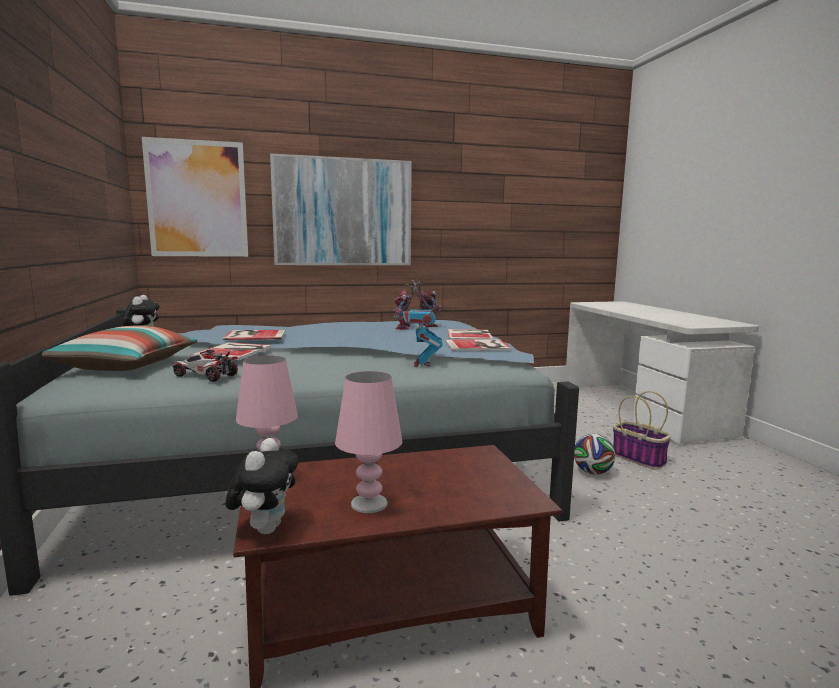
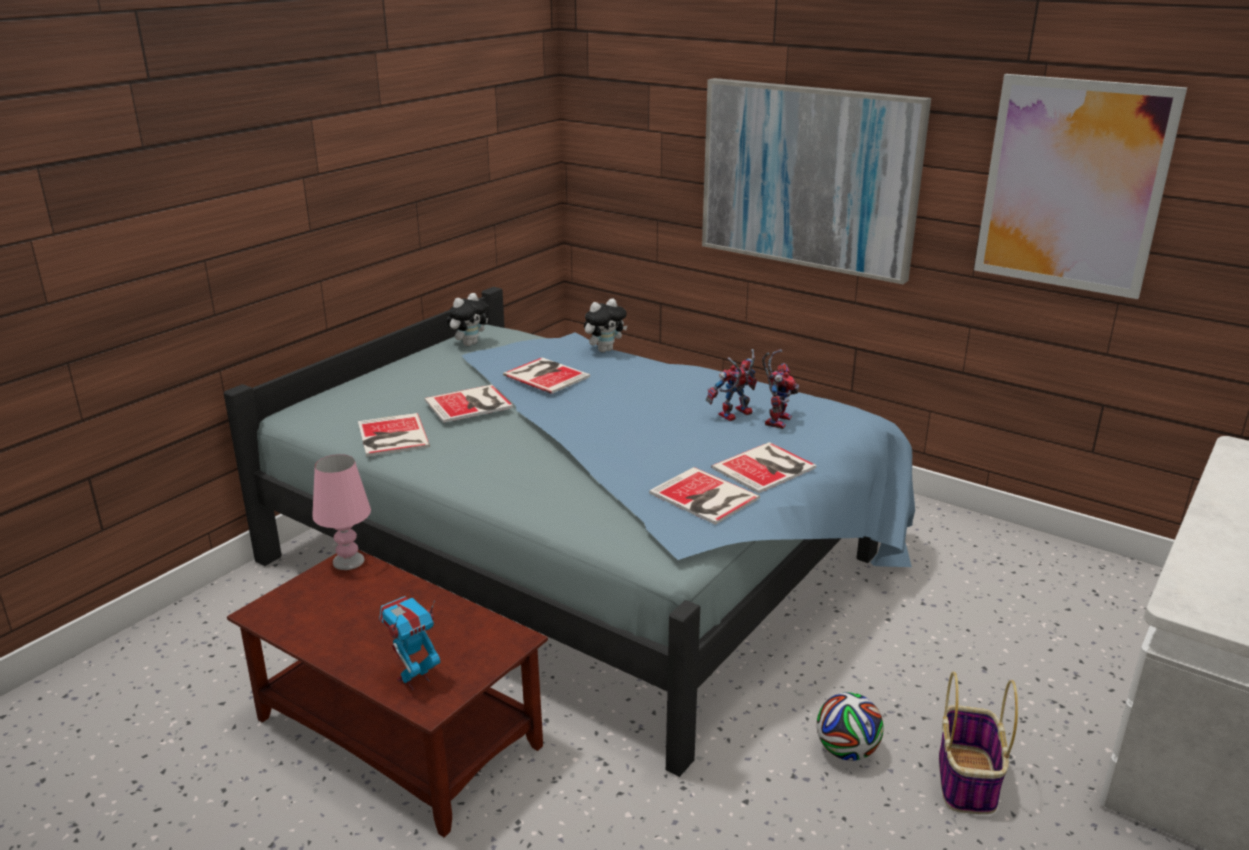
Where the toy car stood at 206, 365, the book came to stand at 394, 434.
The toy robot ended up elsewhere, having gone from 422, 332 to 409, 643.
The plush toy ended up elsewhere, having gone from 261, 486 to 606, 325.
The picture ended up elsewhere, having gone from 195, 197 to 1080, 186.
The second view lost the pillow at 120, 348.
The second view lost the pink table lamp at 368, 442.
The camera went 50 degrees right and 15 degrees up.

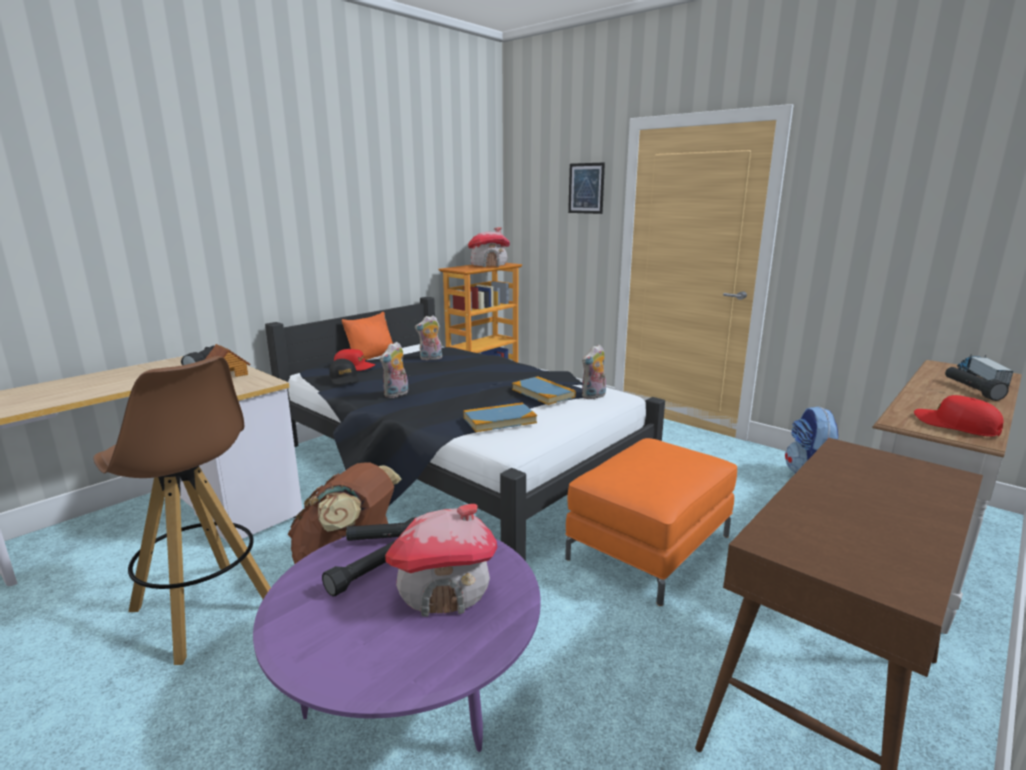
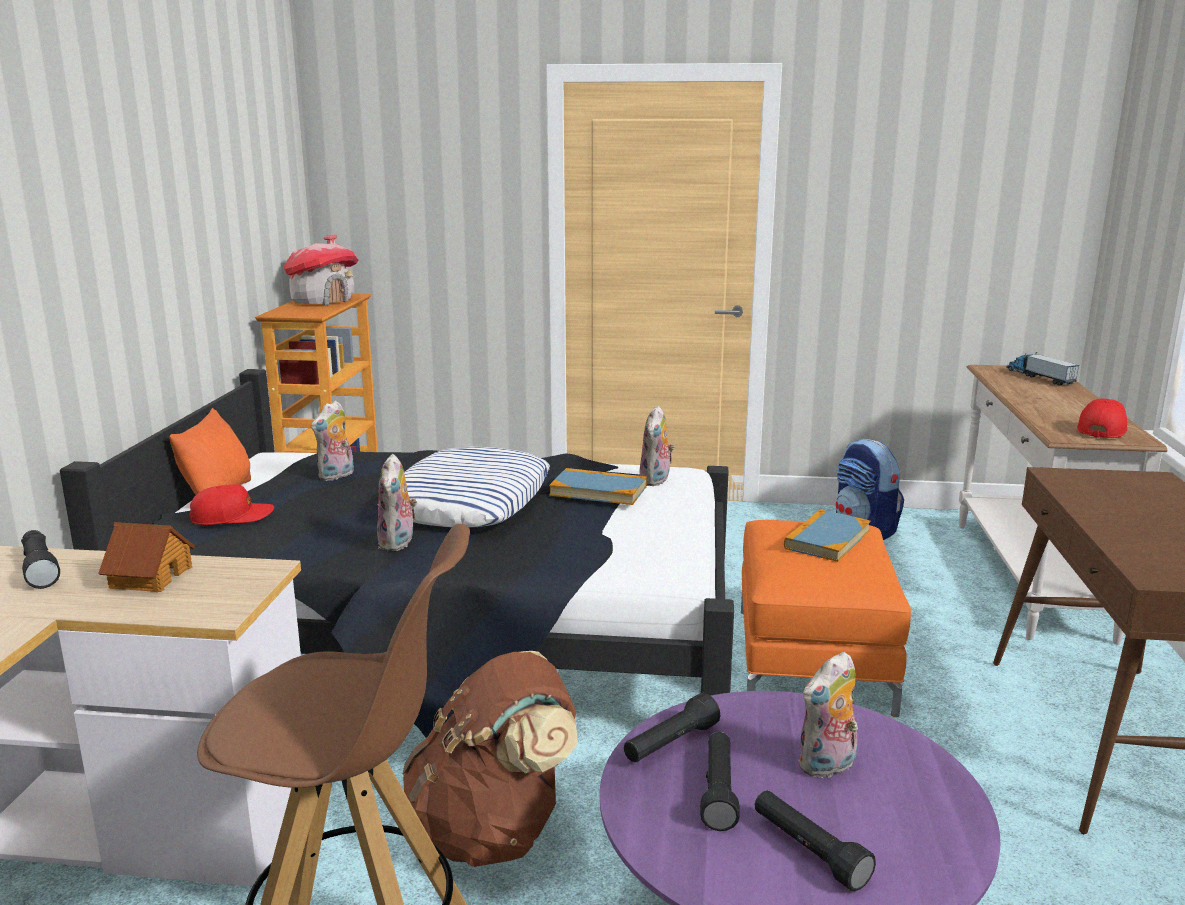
The second view gained the pillow at 477, 487.
The black flashlight ended up elsewhere, having gone from 977, 384 to 815, 840.
The book ended up elsewhere, having gone from 500, 417 to 827, 535.
Where the toy house stood at 441, 560, the plush toy came to stand at 828, 715.
The red cap at 958, 415 ended up facing another way, 105 degrees clockwise from before.
The second view lost the black cap at 344, 372.
The second view lost the picture at 586, 188.
The camera went 35 degrees left and 0 degrees up.

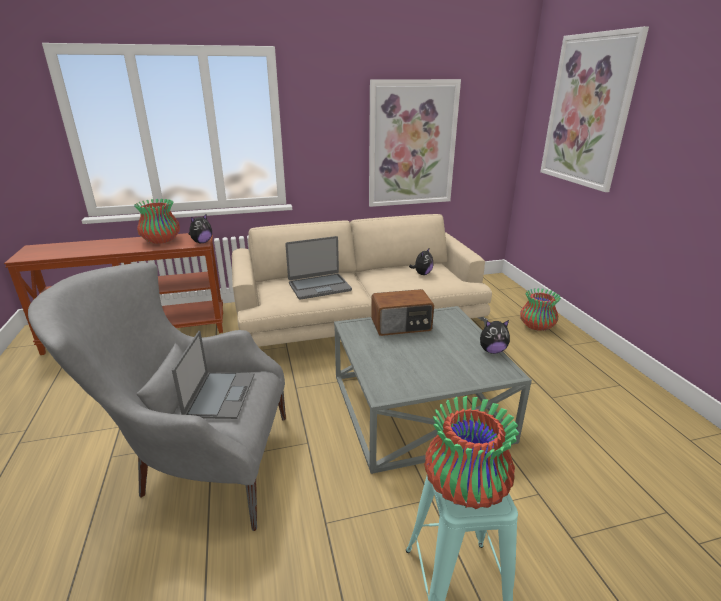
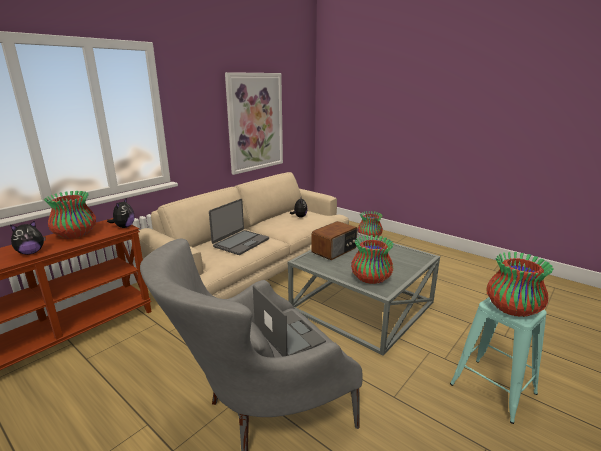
The plush toy ended up elsewhere, having gone from 495, 337 to 28, 237.
The second view gained the vase at 372, 259.
The second view lost the picture at 594, 109.
The camera went 35 degrees left and 5 degrees down.

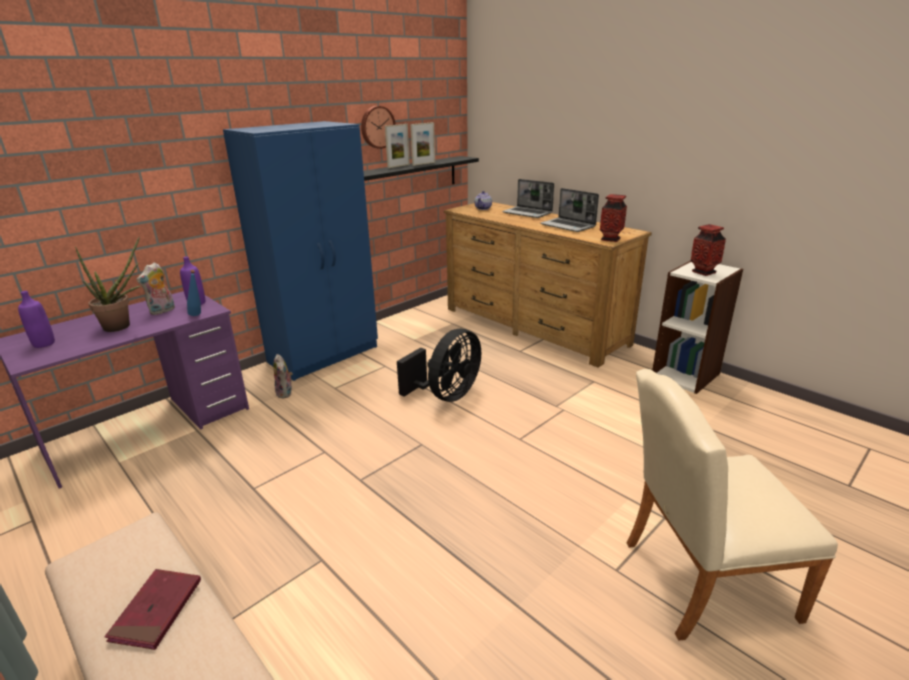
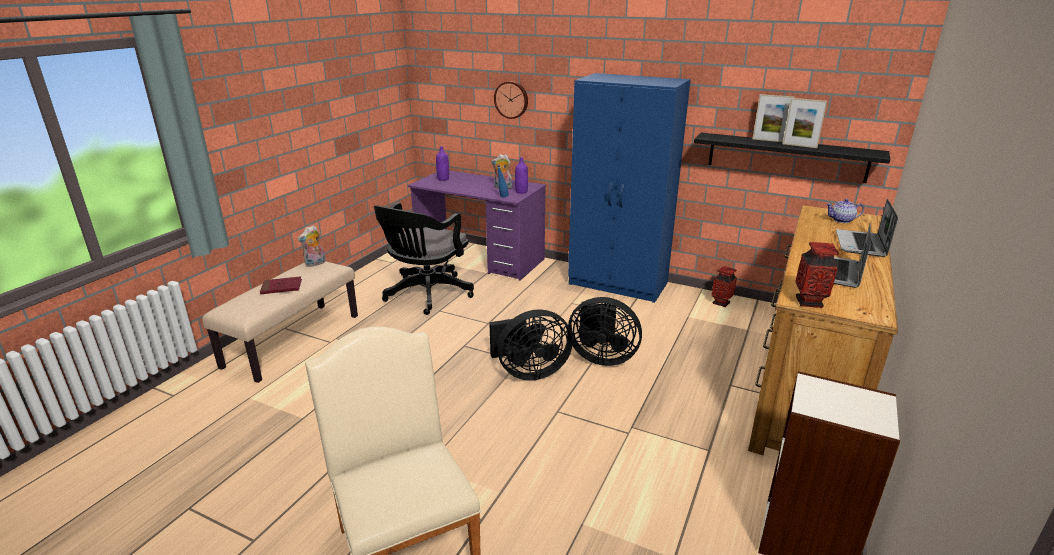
The plush toy ended up elsewhere, having gone from 283, 376 to 311, 246.
The second view gained the black office chair at 424, 259.
The second view gained the black fan at 531, 345.
The wall clock ended up elsewhere, having gone from 378, 127 to 511, 100.
The vase ended up elsewhere, having gone from 708, 250 to 724, 286.
The second view lost the potted plant at 107, 284.
The camera went 70 degrees right and 0 degrees up.

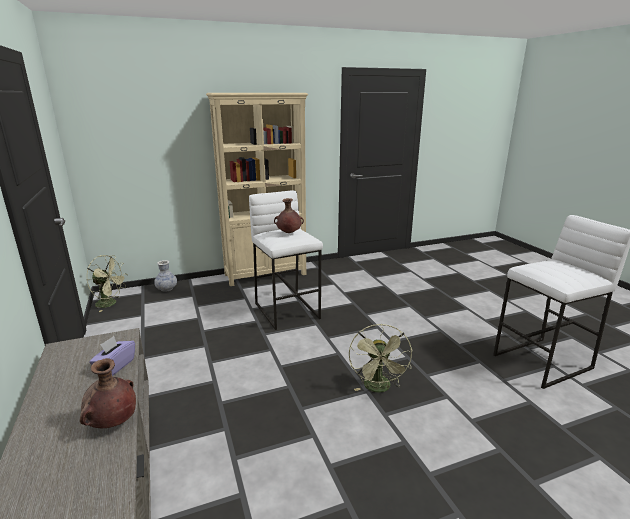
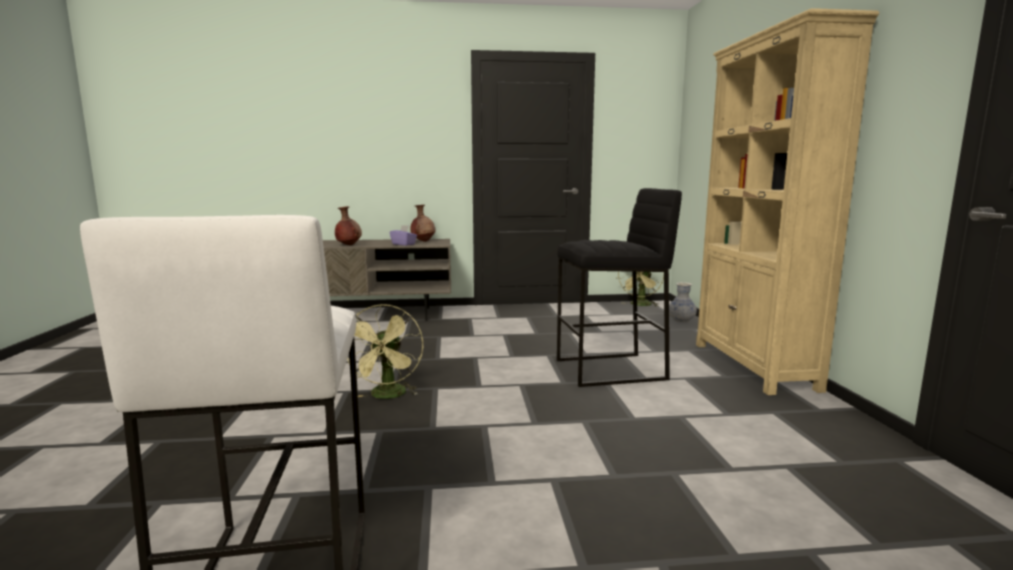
The green fan at 381, 358 ended up facing another way, 105 degrees counterclockwise from before.
The brown vase ended up elsewhere, having gone from 289, 215 to 423, 223.
What was the white stool at 286, 260 turned into the black stool at 619, 287.
The camera went 105 degrees right and 10 degrees down.

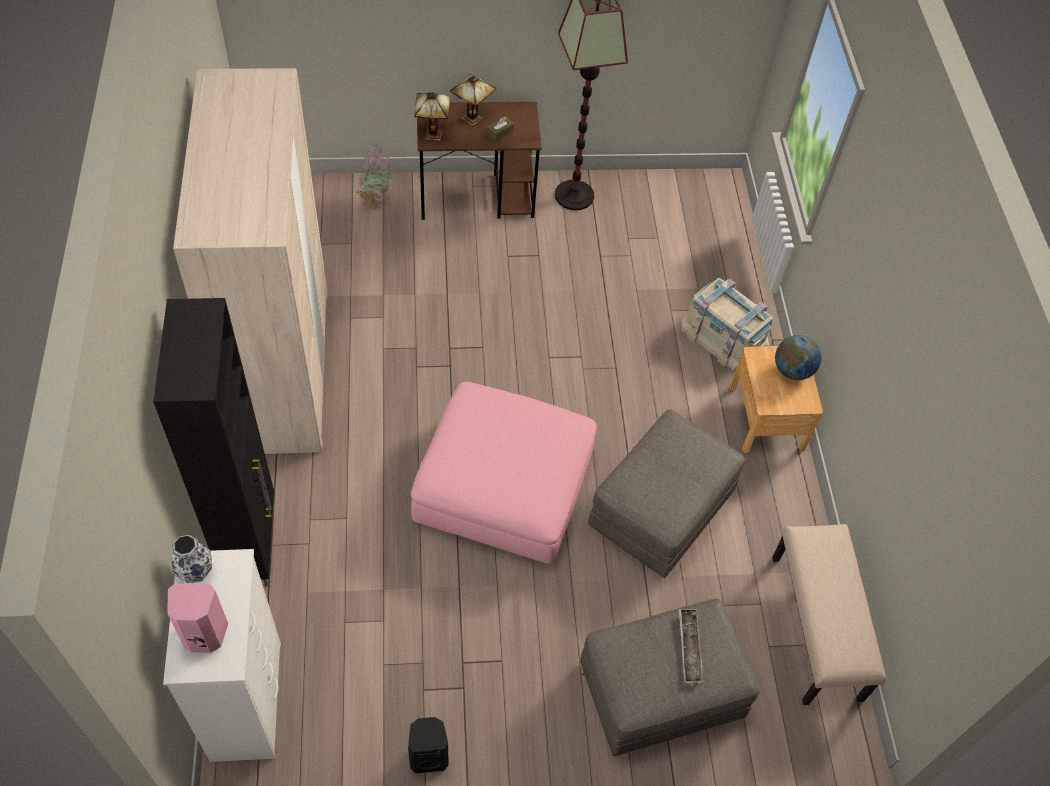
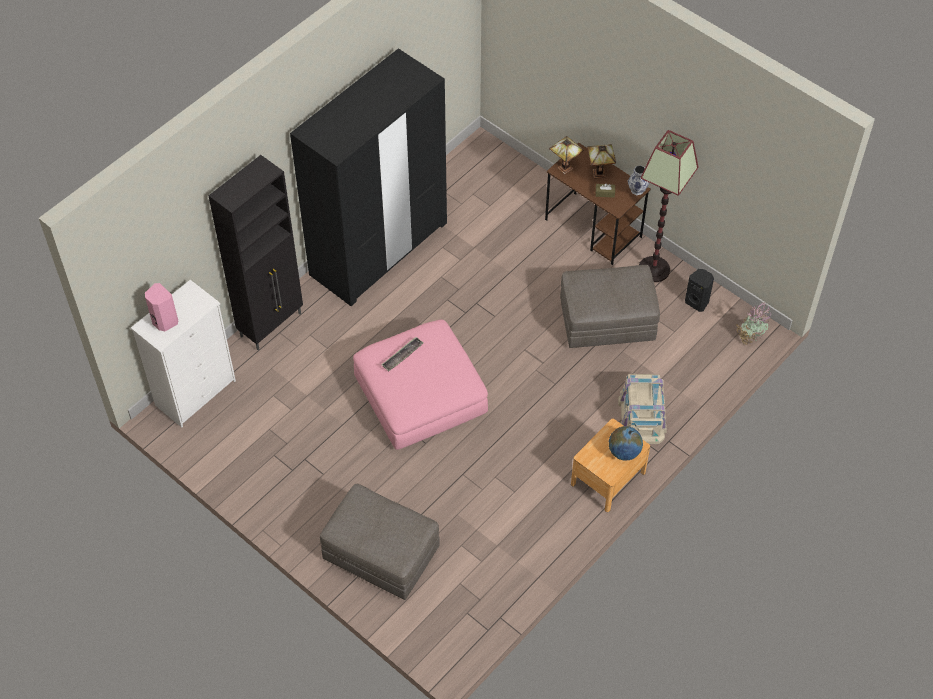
What was the beige wardrobe at 250, 261 turned into the black wardrobe at 368, 177.
The tray ended up elsewhere, having gone from 691, 646 to 402, 354.
The grey ottoman ended up elsewhere, having gone from 666, 493 to 610, 306.
The vase ended up elsewhere, having gone from 191, 559 to 638, 180.
The black speaker ended up elsewhere, having gone from 428, 745 to 699, 290.
The potted plant ended up elsewhere, having gone from 374, 177 to 753, 324.
The second view lost the beige bench at 829, 614.
The camera went 50 degrees right and 0 degrees up.

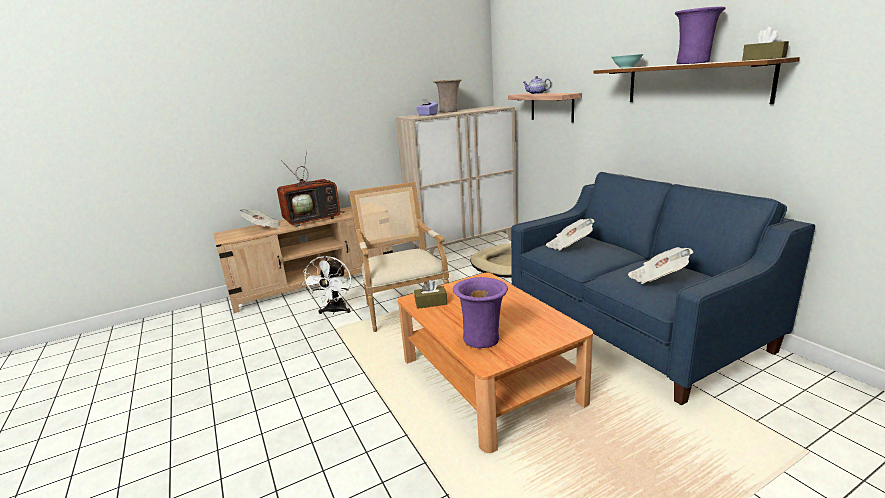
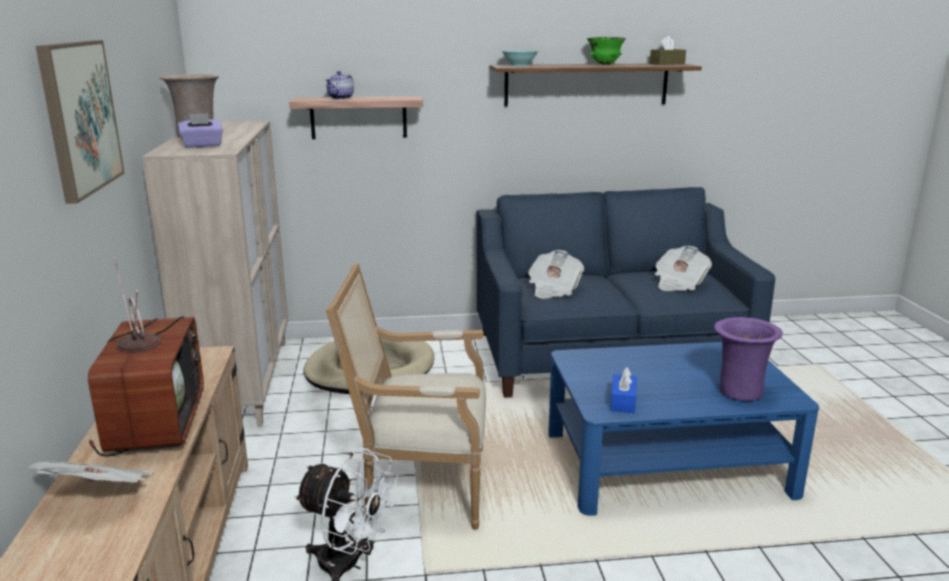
The second view gained the picture at 80, 122.
What was the brown coffee table at 495, 363 turned into the blue coffee table at 683, 429.
Where the purple vase stood at 700, 35, the green bowl came to stand at 606, 51.
What was the brown tissue box at 430, 294 turned into the blue tissue box at 623, 390.
The camera went 70 degrees left and 0 degrees up.

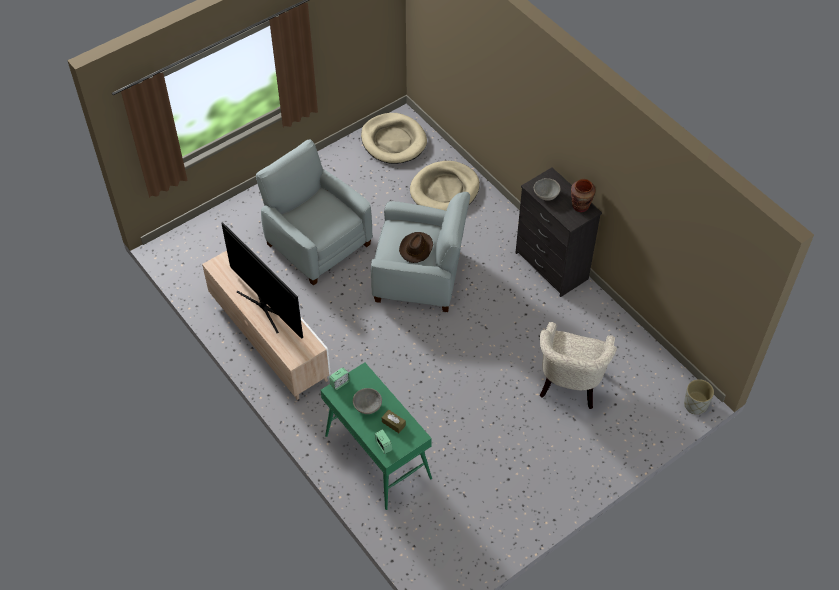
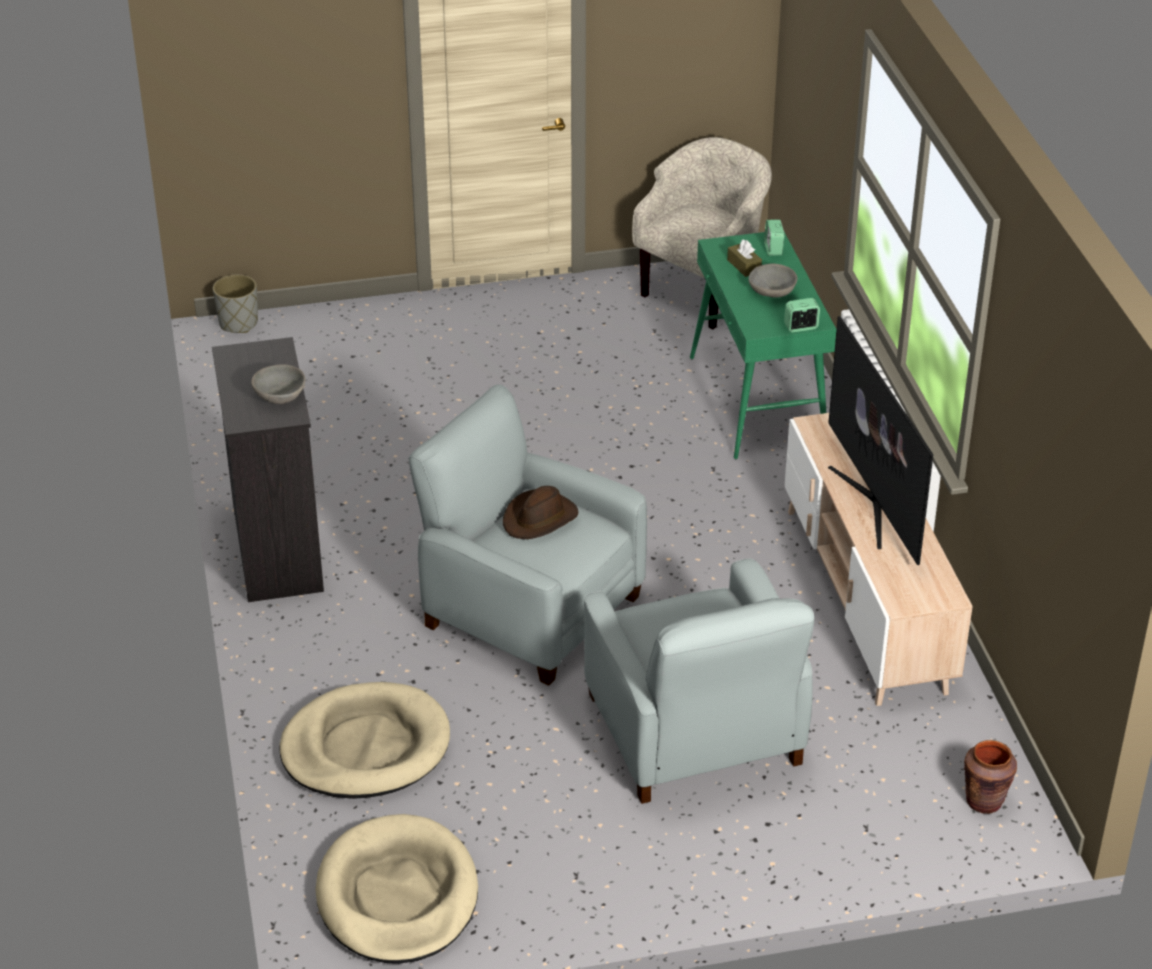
The beige armchair ended up elsewhere, having gone from 578, 365 to 702, 233.
The brown vase ended up elsewhere, having gone from 583, 195 to 990, 777.
The camera went 155 degrees left and 15 degrees down.

